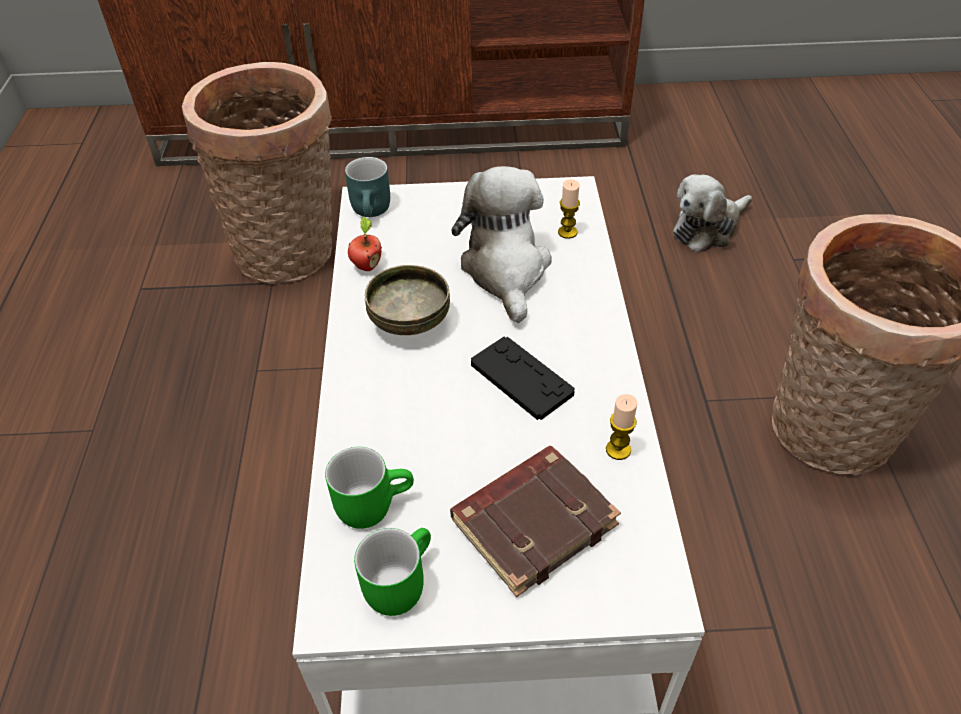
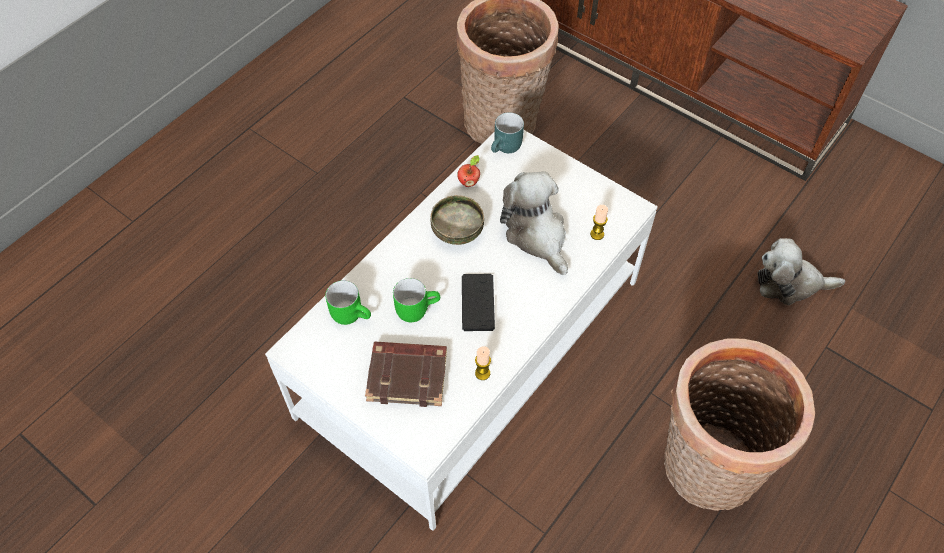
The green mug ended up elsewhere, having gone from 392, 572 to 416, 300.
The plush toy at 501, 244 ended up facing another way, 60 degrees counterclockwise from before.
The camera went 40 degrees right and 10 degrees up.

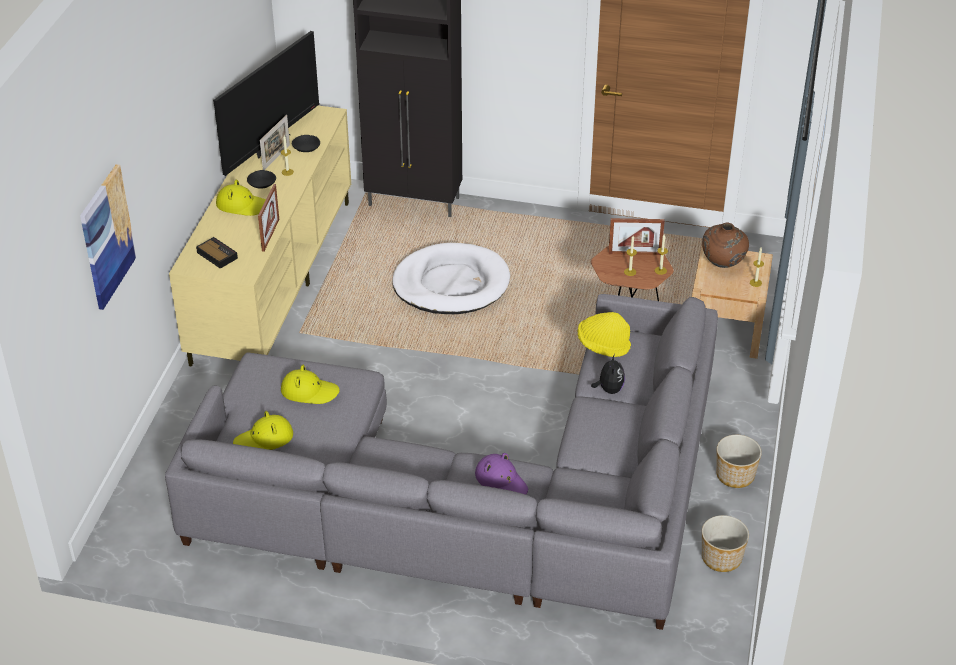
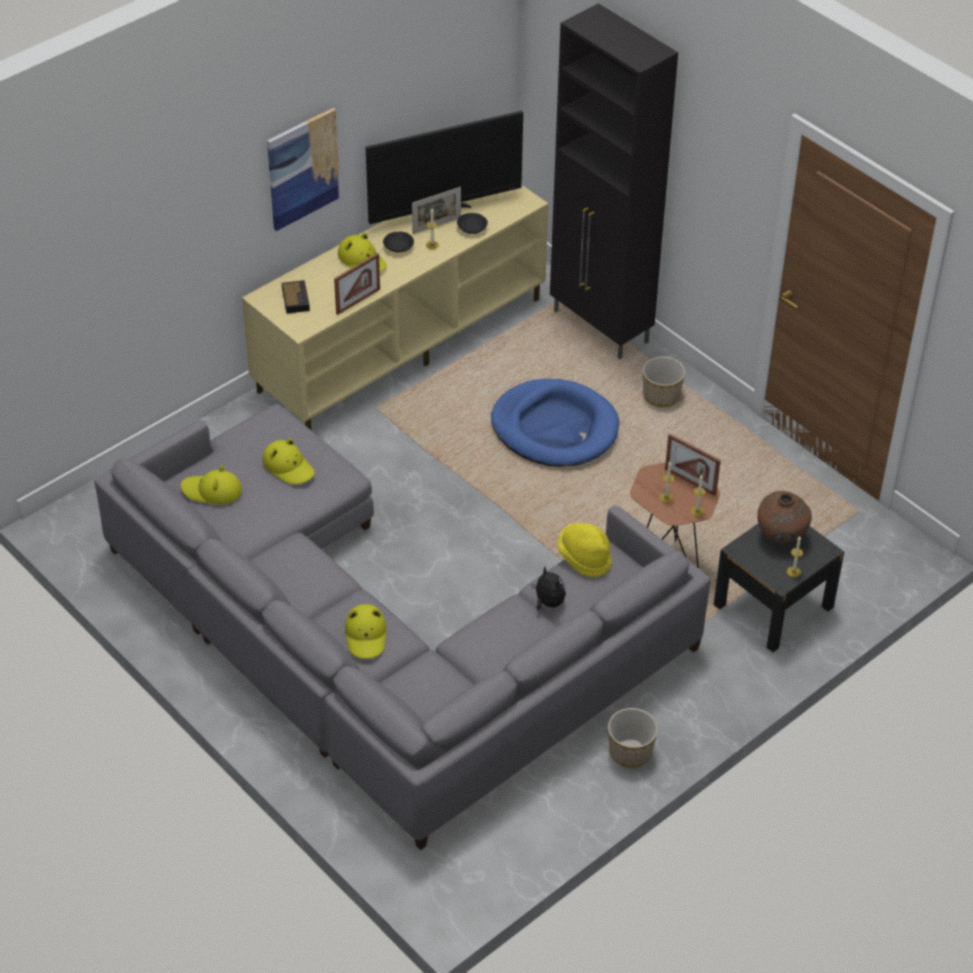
The picture ended up elsewhere, having gone from 108, 237 to 303, 169.
What was the purple hat at 501, 474 turned into the yellow hat at 365, 631.
What was the white dog bed at 451, 278 turned into the blue dog bed at 555, 423.
The plush toy at 608, 374 ended up facing another way, 75 degrees counterclockwise from before.
The planter ended up elsewhere, having gone from 725, 543 to 663, 382.
What was the beige nightstand at 732, 303 turned into the black nightstand at 779, 587.
The camera went 35 degrees right and 5 degrees up.

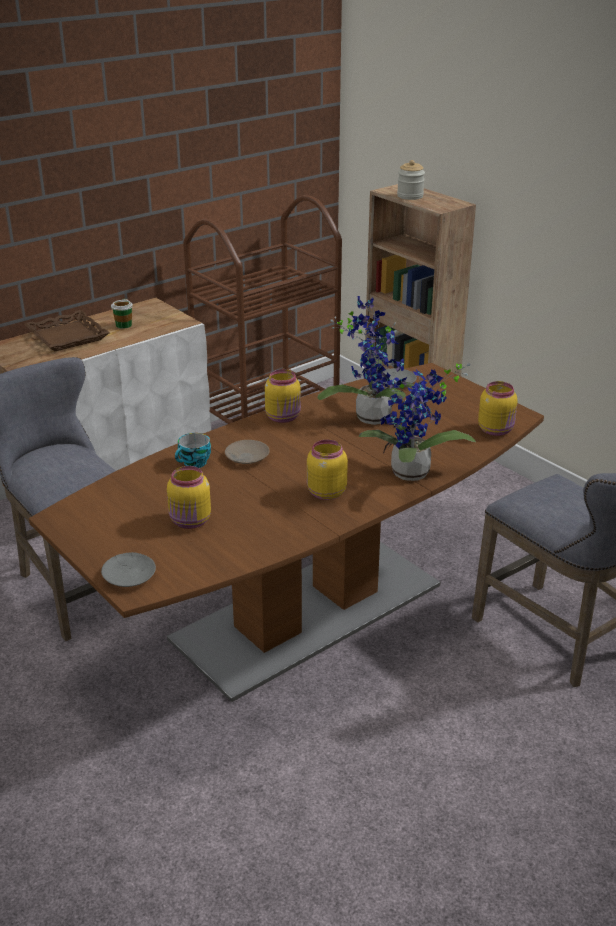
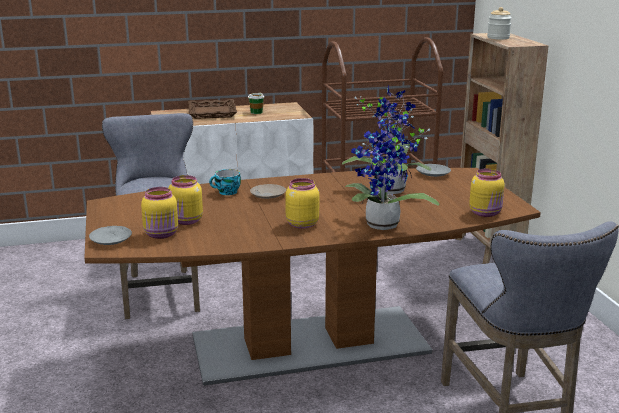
The yellow jar ended up elsewhere, having gone from 283, 396 to 159, 213.
The camera went 25 degrees right and 10 degrees down.

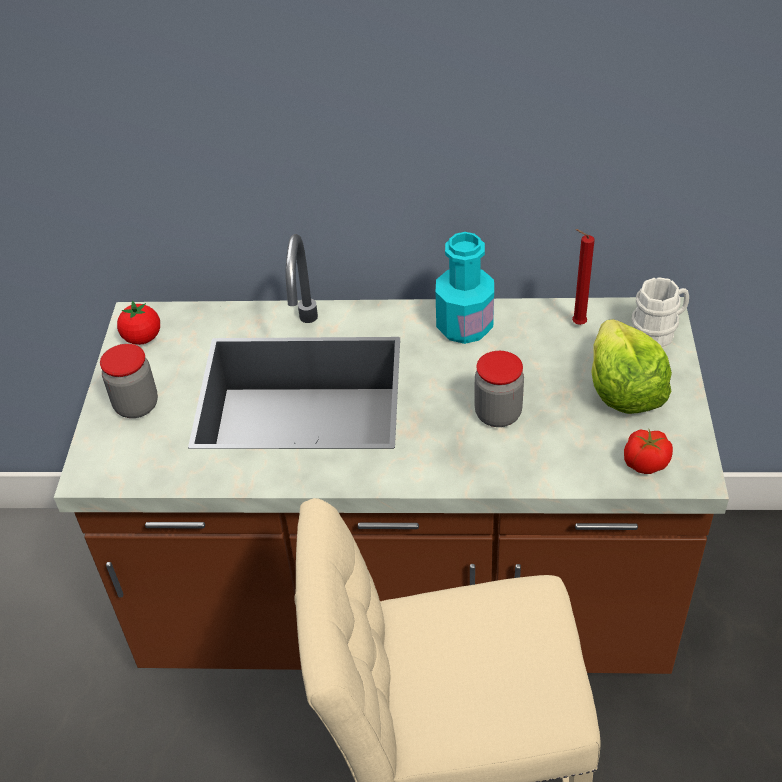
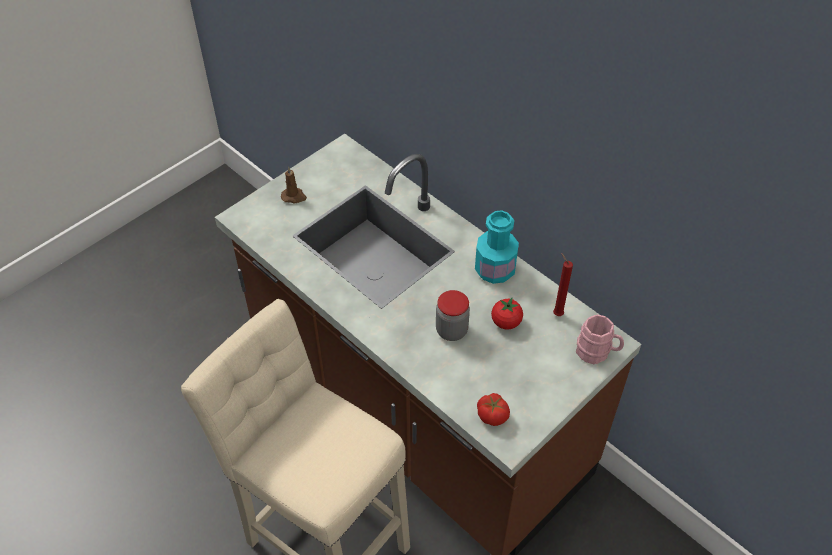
Where the jar stood at 129, 381, the brown candle came to stand at 294, 184.
The tomato ended up elsewhere, having gone from 138, 322 to 507, 313.
What was the white mug at 660, 312 turned into the pink mug at 600, 339.
The second view lost the lettuce at 631, 366.
The camera went 40 degrees right and 5 degrees up.

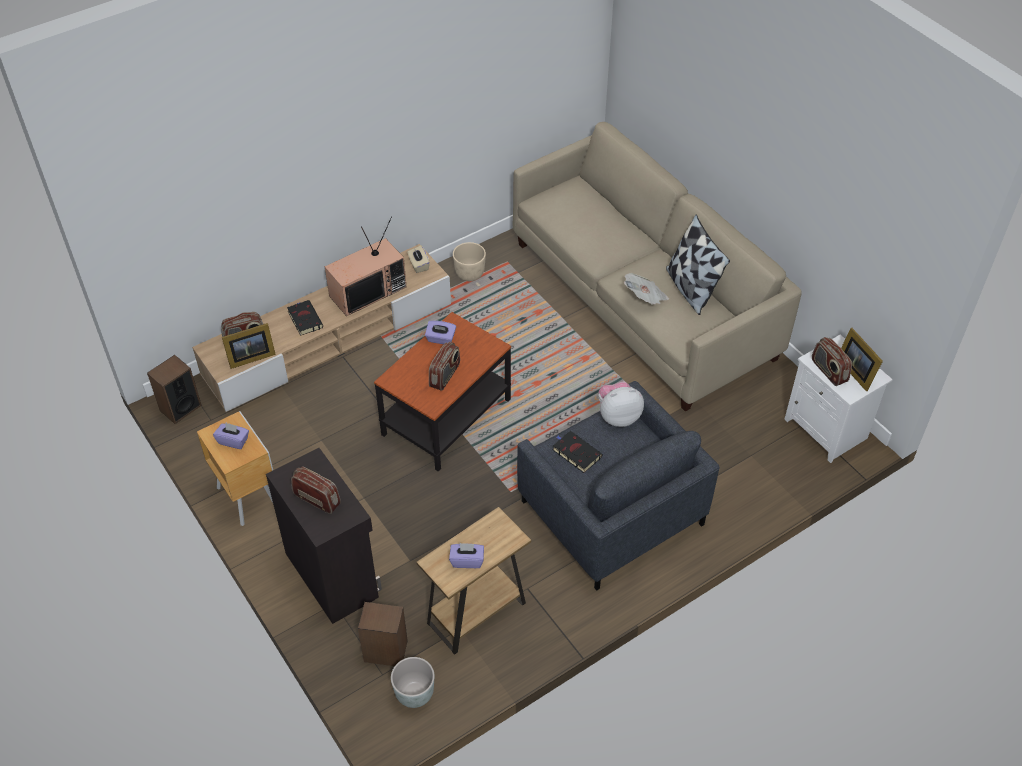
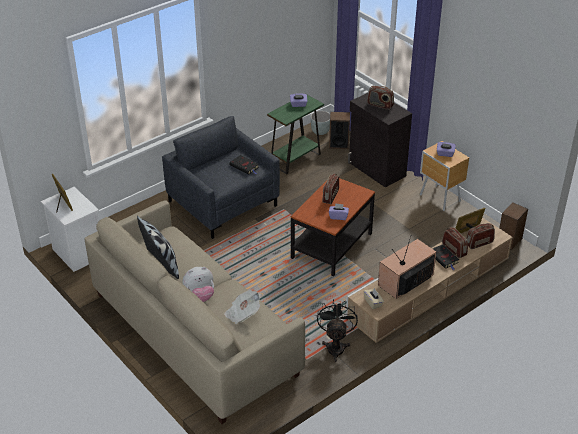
The plush toy ended up elsewhere, having gone from 621, 404 to 198, 284.
The newspaper ended up elsewhere, having gone from 646, 289 to 242, 307.
What was the brown side table at 473, 581 turned into the green side table at 295, 135.
Where the beige planter stood at 469, 261, the black fan came to stand at 337, 330.
The radio ended up elsewhere, having gone from 832, 361 to 455, 242.
The camera went 175 degrees right and 10 degrees down.

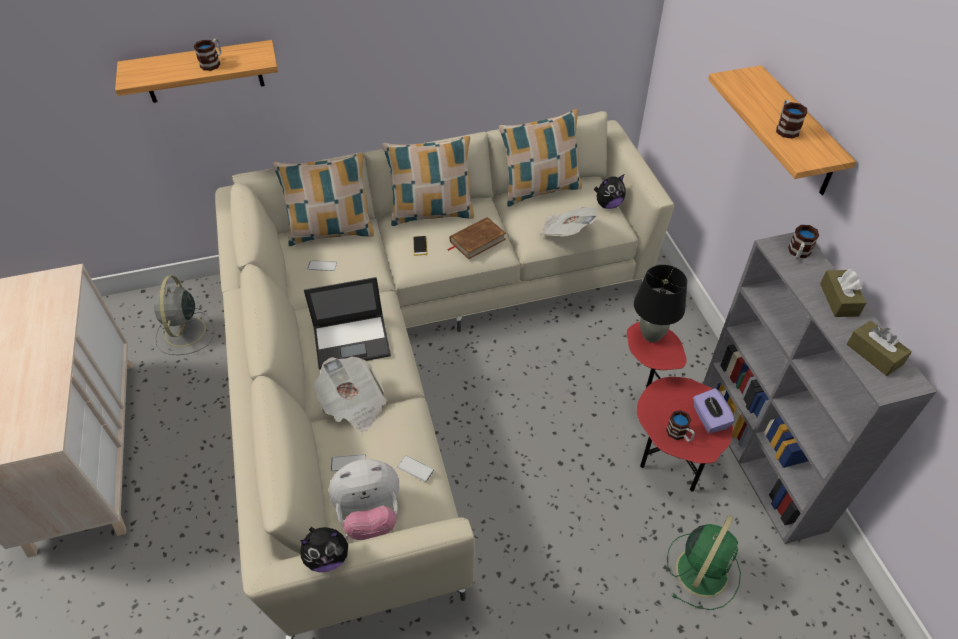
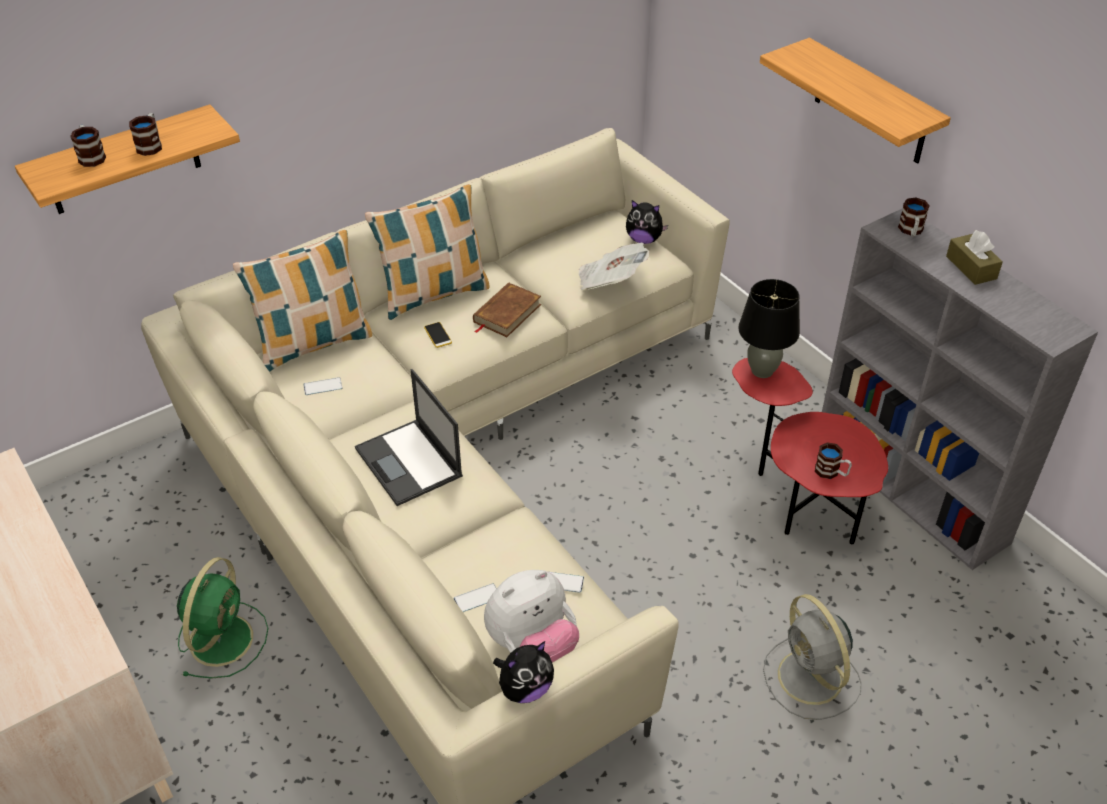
The mug ended up elsewhere, having gone from 791, 119 to 88, 146.
The green fan ended up elsewhere, having gone from 704, 562 to 222, 618.
The laptop at 347, 323 ended up facing another way, 90 degrees clockwise from before.
The plush toy at 610, 191 ended up facing another way, 60 degrees clockwise from before.
The grey fan ended up elsewhere, having gone from 184, 315 to 812, 657.
The second view lost the newspaper at 351, 394.
The second view lost the pillow at 540, 158.
The second view lost the purple tissue box at 714, 410.
The second view lost the brown tissue box at 879, 348.
The camera went 20 degrees left and 5 degrees down.

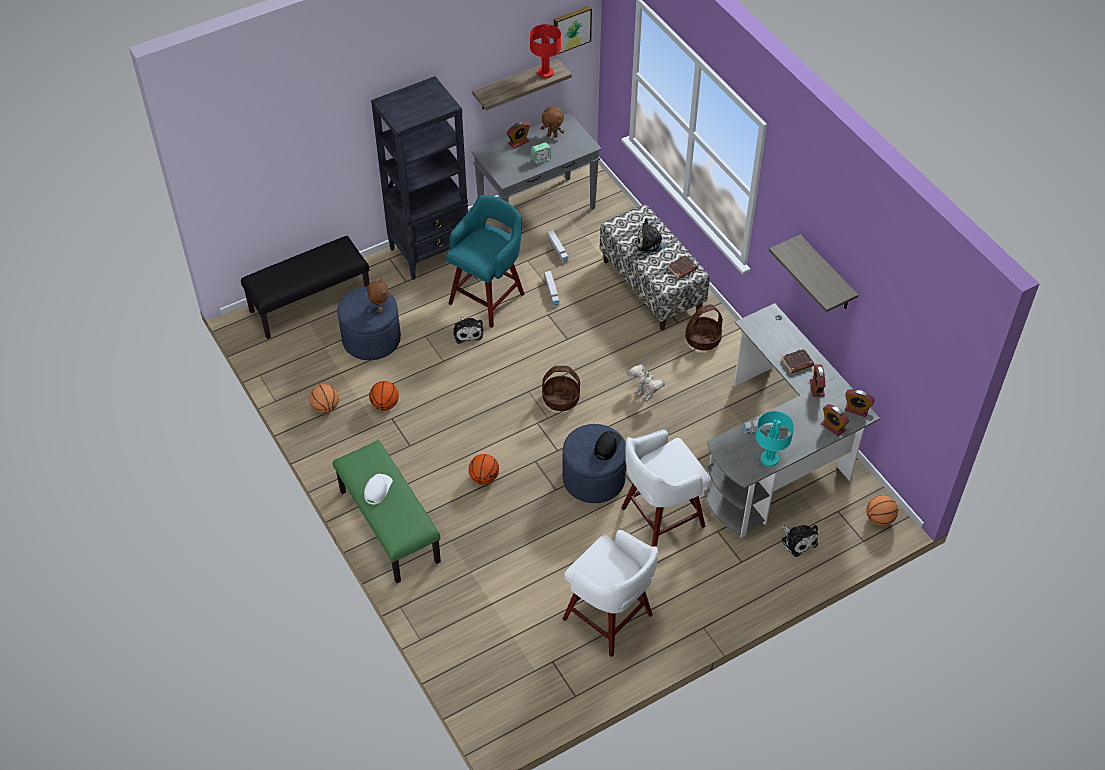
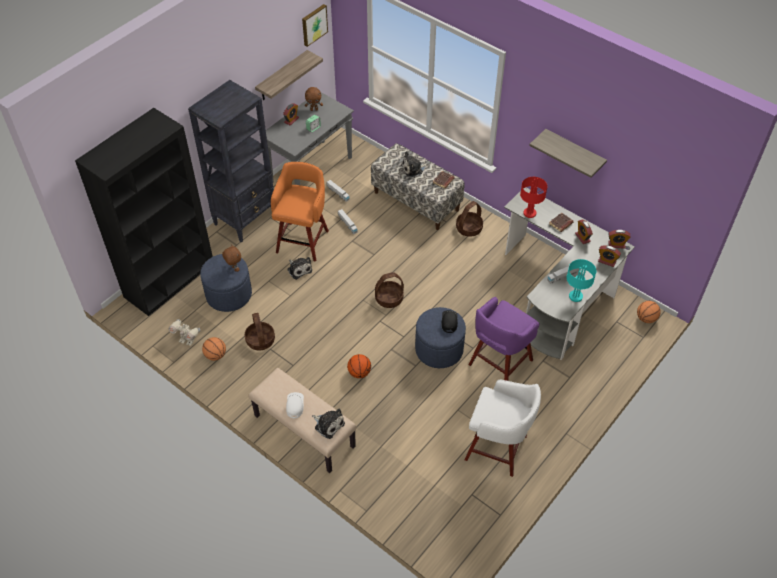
Where the black bench stood at 305, 287, the black bookcase came to stand at 144, 212.
The toy robot ended up elsewhere, having gone from 646, 382 to 184, 332.
Where the basketball stood at 384, 395, the basket came to stand at 260, 331.
What was the green bench at 387, 511 turned into the beige bench at 302, 420.
What was the turquoise stool at 485, 261 turned into the orange stool at 300, 212.
The plush toy ended up elsewhere, having gone from 799, 541 to 328, 424.
What was the white stool at 666, 488 turned into the purple stool at 504, 339.
The red table lamp ended up elsewhere, having gone from 545, 51 to 533, 197.
The camera went 20 degrees left and 0 degrees up.

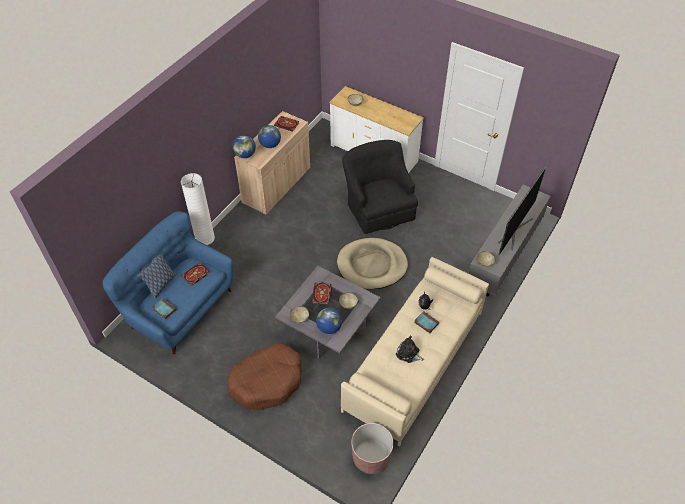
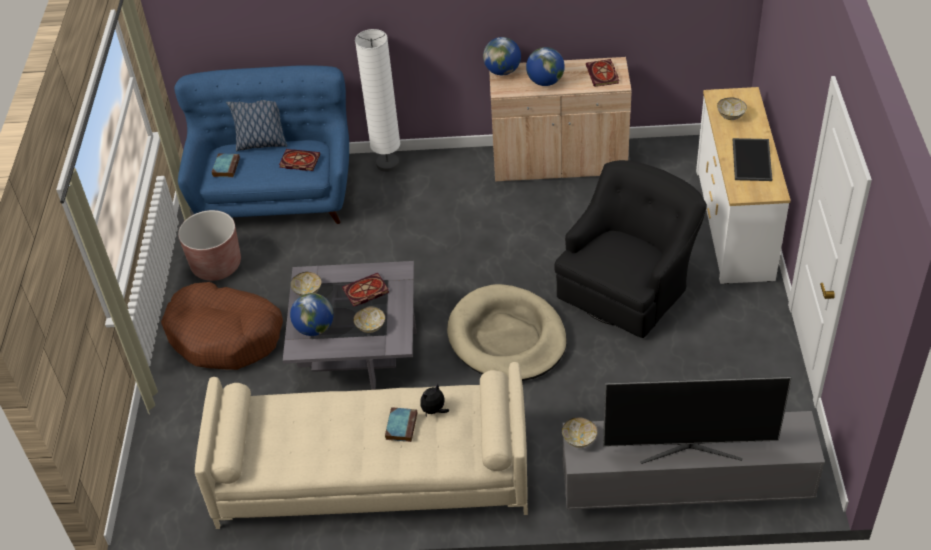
The brown planter ended up elsewhere, having gone from 372, 448 to 209, 245.
The second view gained the tray at 752, 159.
The second view lost the plush toy at 410, 349.
The camera went 60 degrees right and 5 degrees down.

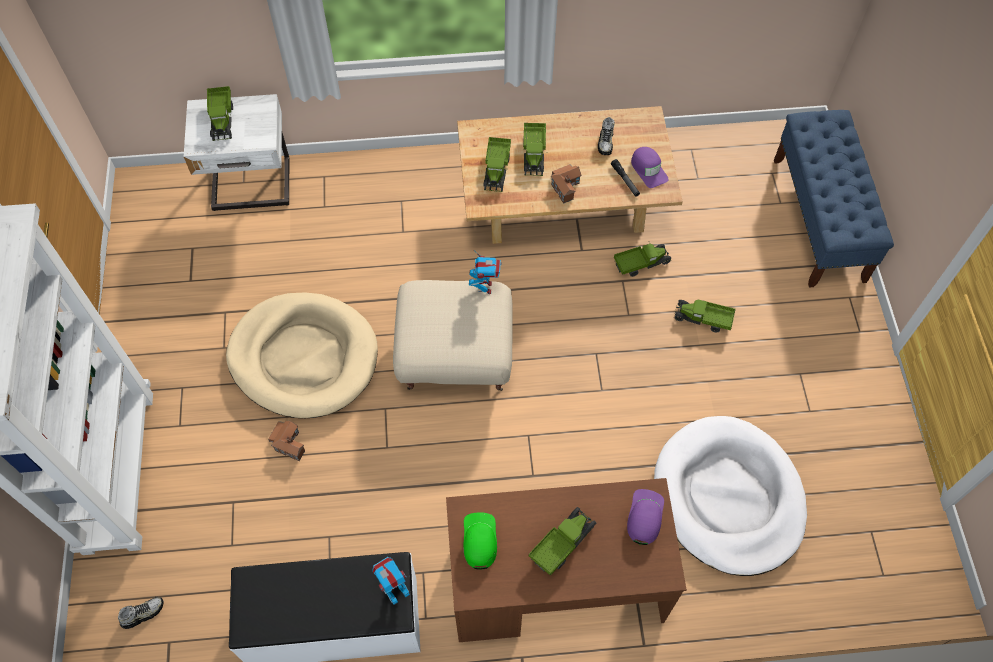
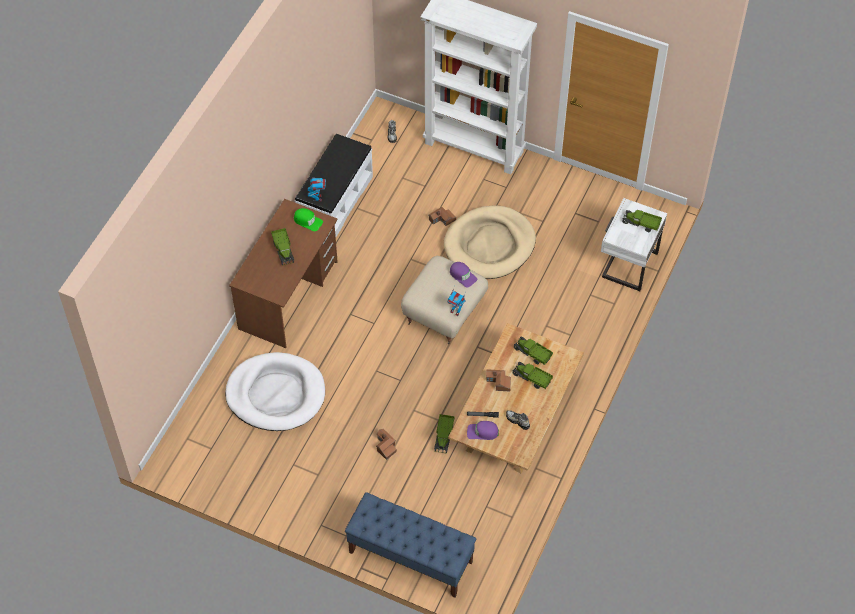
Where the toy truck stood at 705, 316, the toy house came to stand at 386, 444.
The purple cap ended up elsewhere, having gone from 645, 517 to 463, 275.
The camera went 120 degrees right and 5 degrees down.

